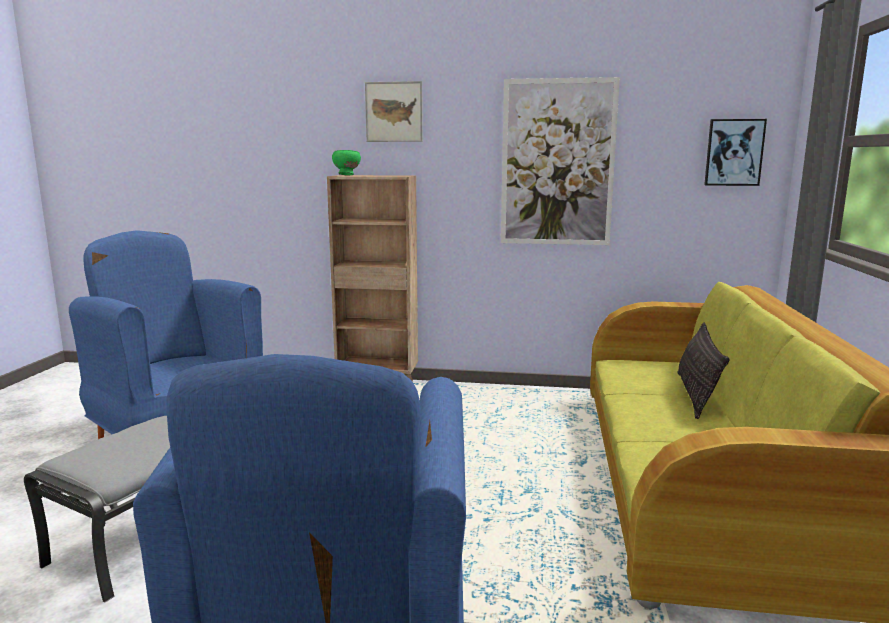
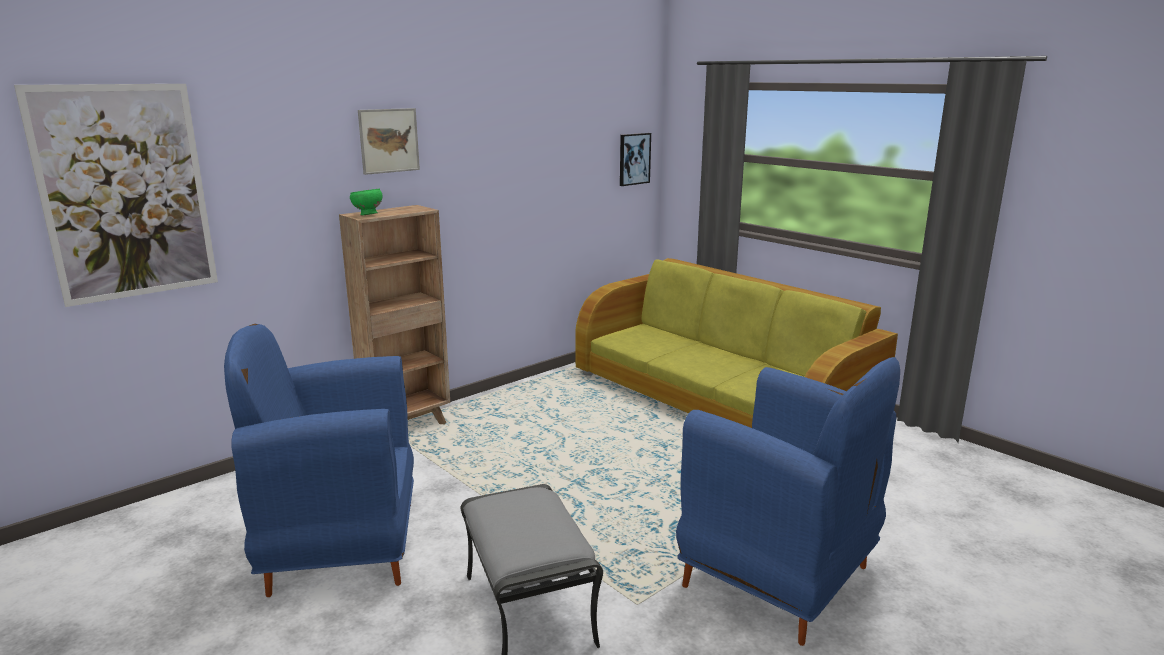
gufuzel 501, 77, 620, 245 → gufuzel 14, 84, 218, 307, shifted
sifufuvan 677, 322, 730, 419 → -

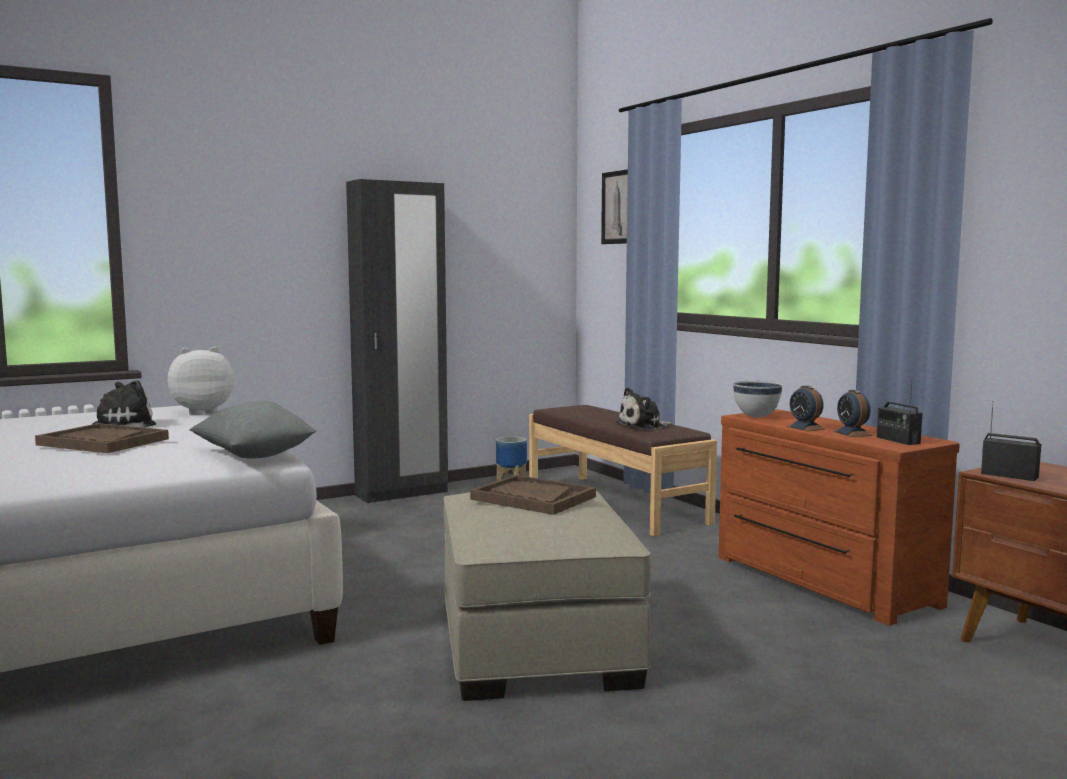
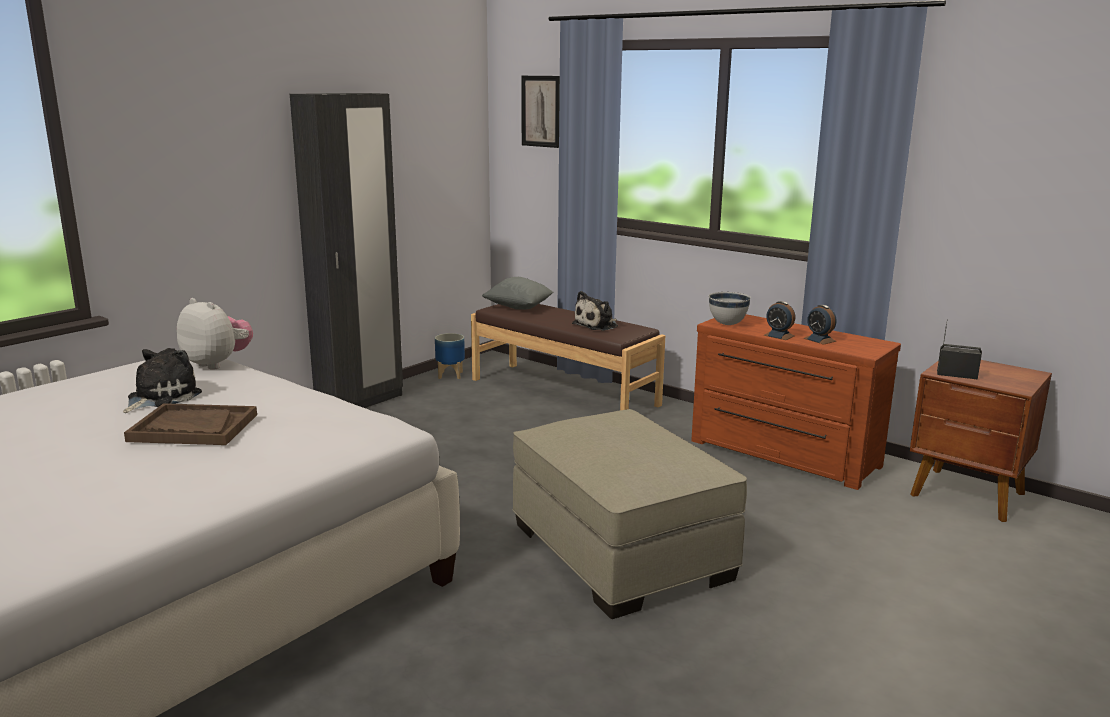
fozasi 168, 347, 234, 415 → fozasi 177, 298, 253, 370, 75 degrees clockwise
sifufuvan (grey) 190, 401, 316, 459 → sifufuvan (grey) 482, 277, 553, 310, shifted
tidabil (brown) 470, 475, 596, 515 → -
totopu 877, 379, 922, 445 → -

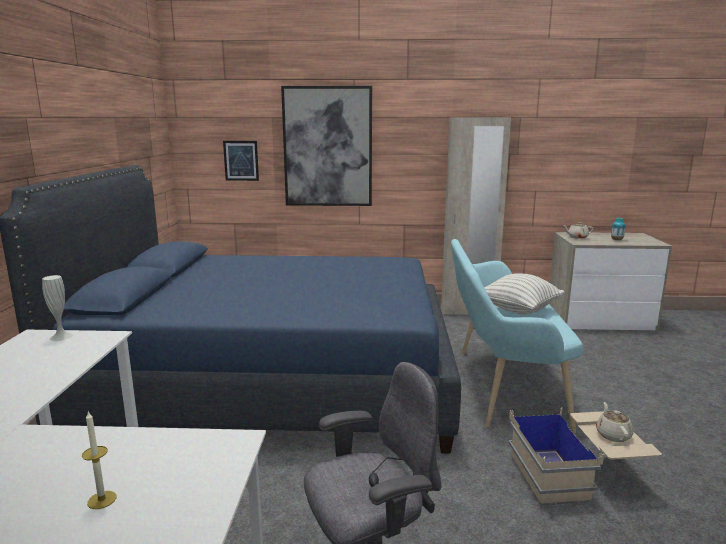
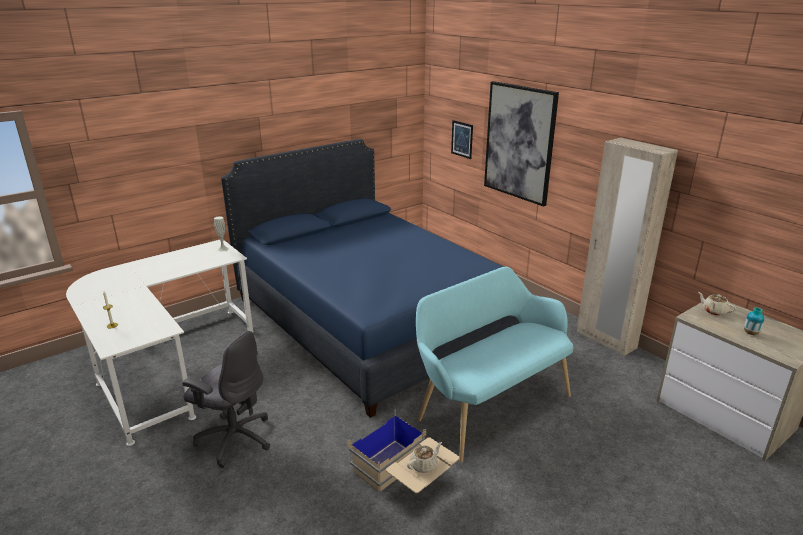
sifufuvan 484, 273, 564, 314 → -

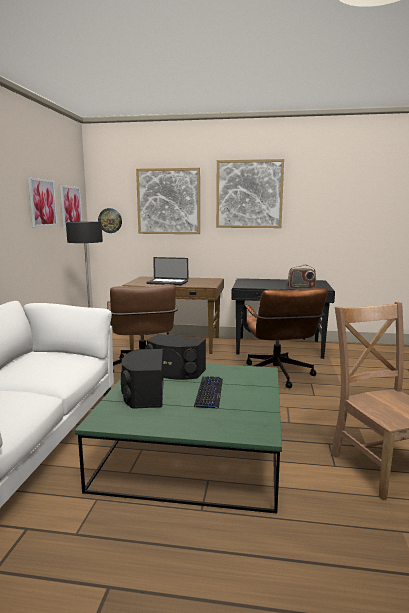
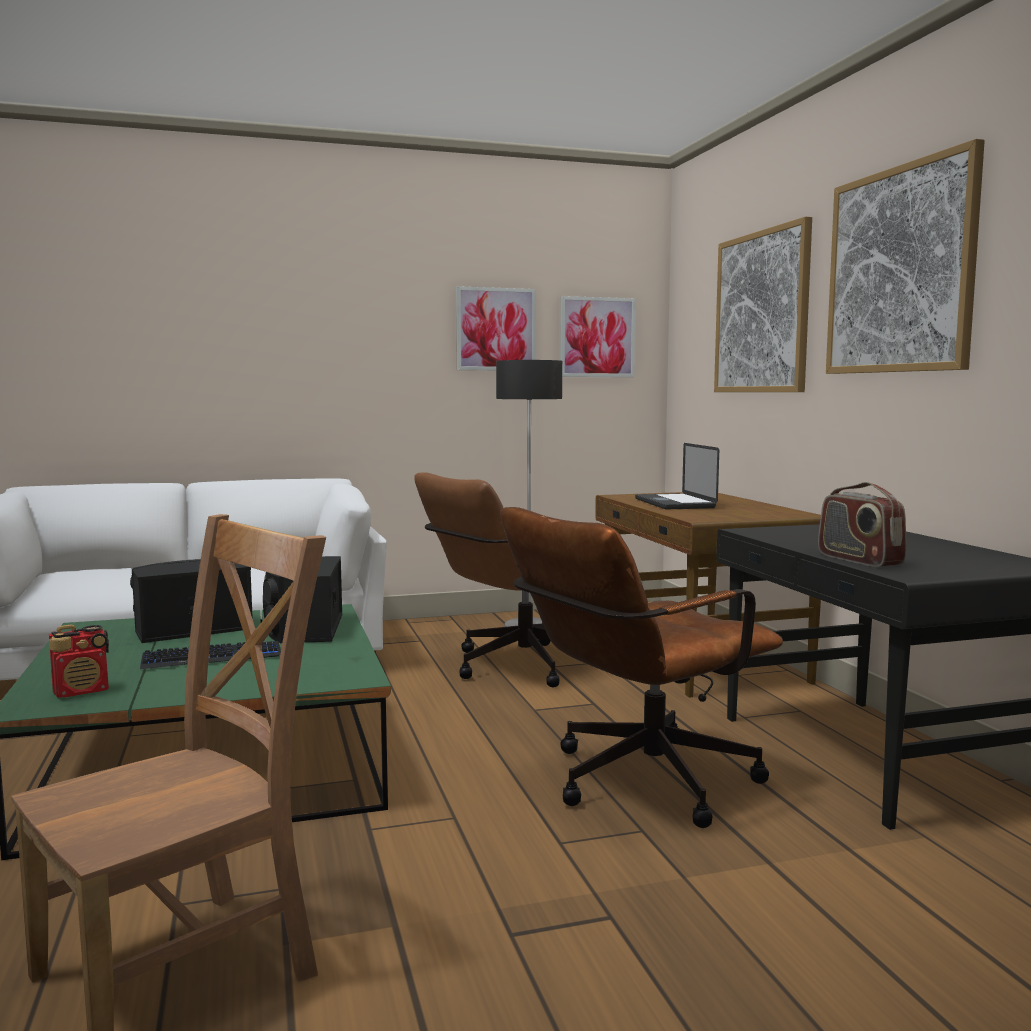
- → totopu 49, 624, 109, 698
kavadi 98, 208, 122, 233 → -

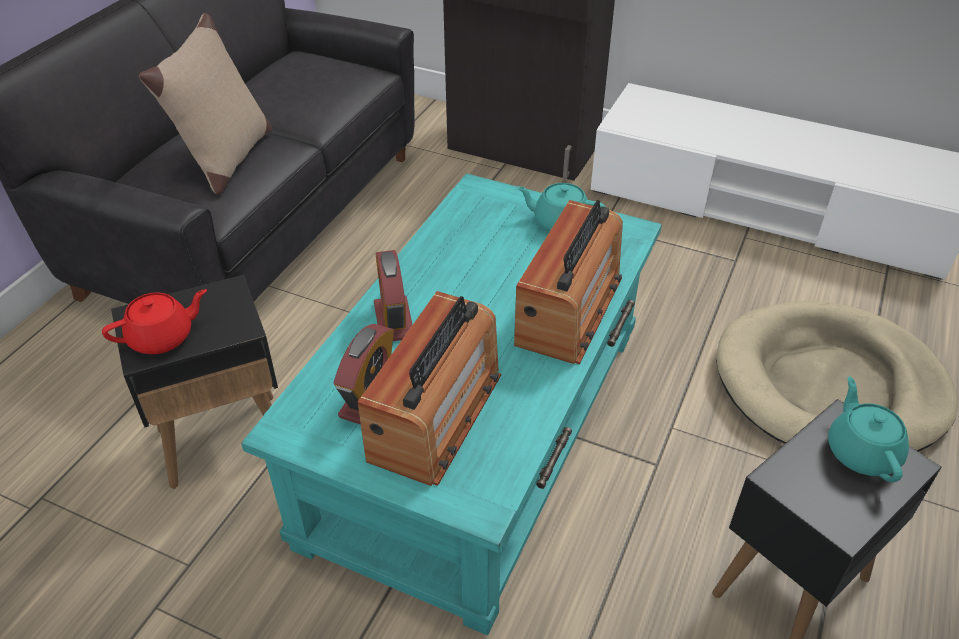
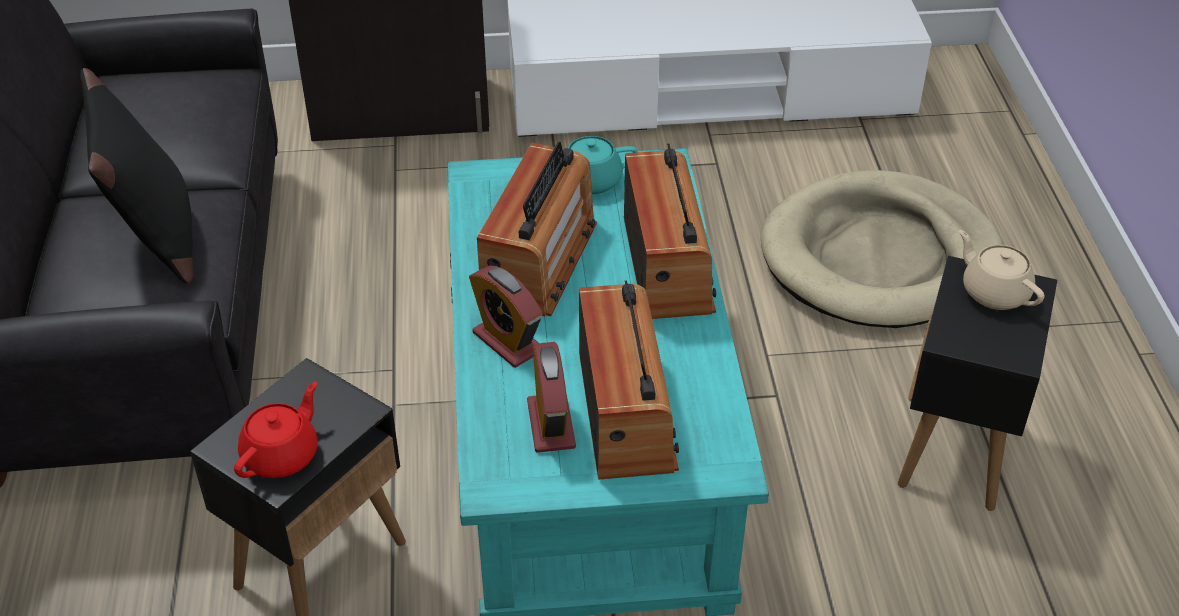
sifufuvan (beige) 139, 13, 272, 195 → sifufuvan (black) 80, 68, 193, 283
- → totopu 477, 142, 597, 316
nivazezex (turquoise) 828, 376, 909, 482 → nivazezex (beige) 959, 230, 1044, 310

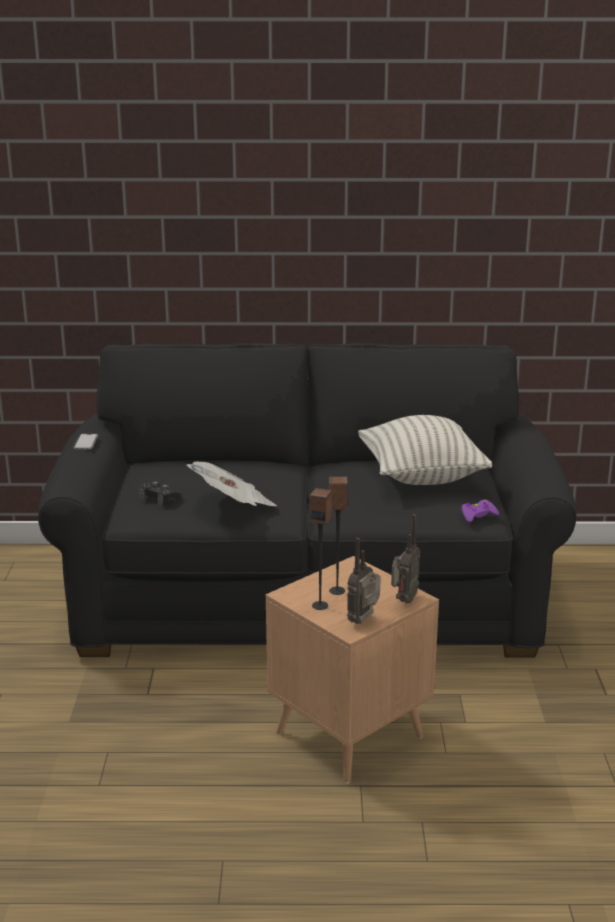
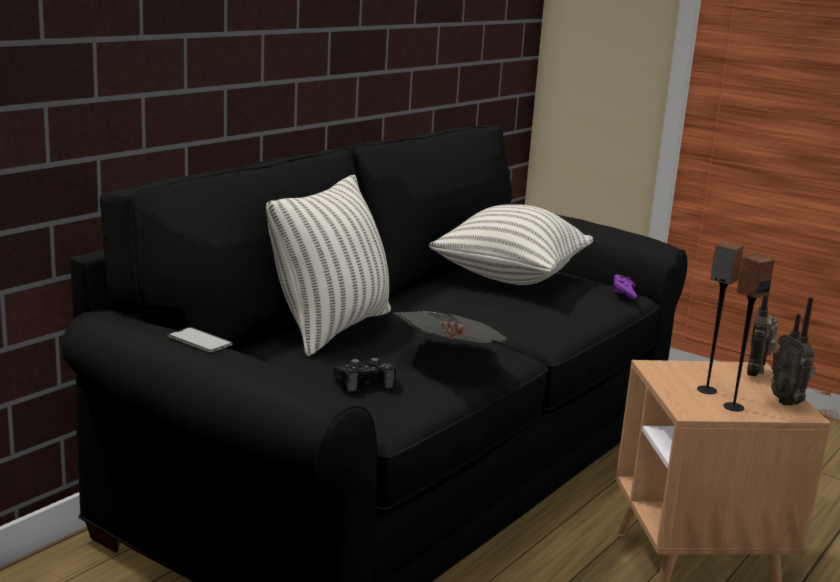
- → sifufuvan 266, 175, 391, 356
totopu 391, 514, 420, 603 → totopu 747, 290, 778, 376, 135 degrees counterclockwise

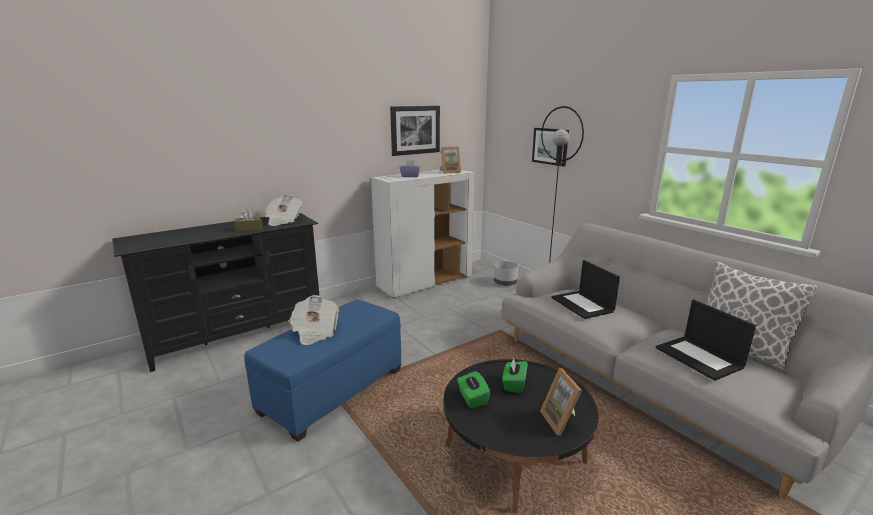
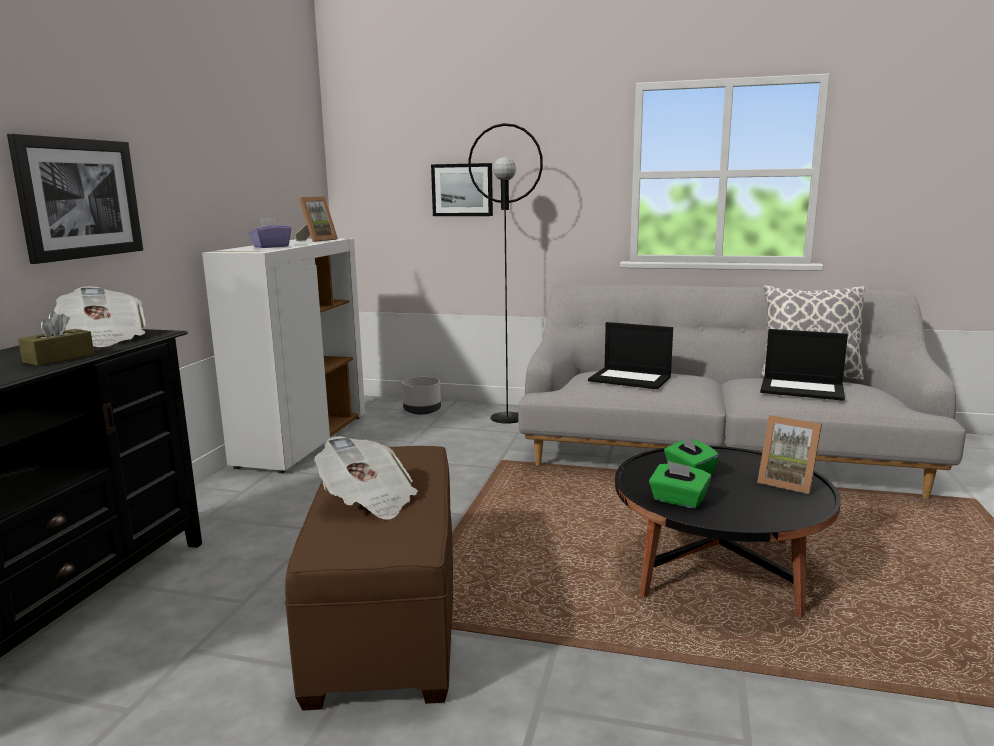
gufuzel 390, 106, 440, 156 → gufuzel 7, 134, 143, 264, shifted
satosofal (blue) 244, 300, 401, 442 → satosofal (brown) 285, 446, 453, 711

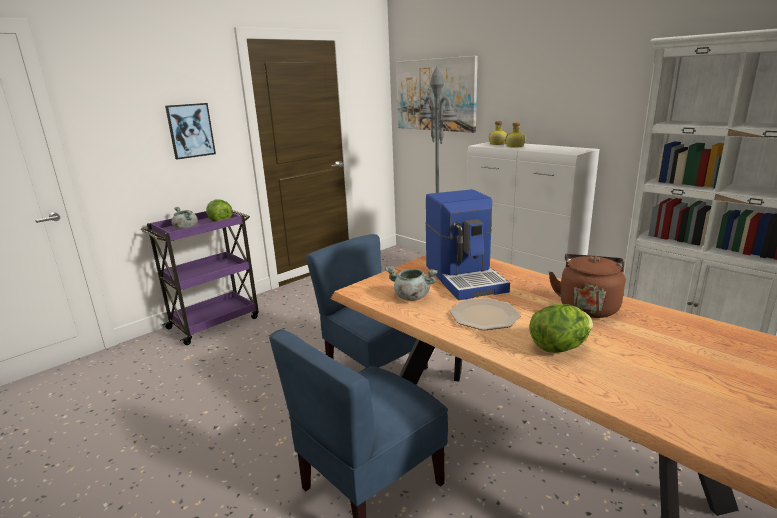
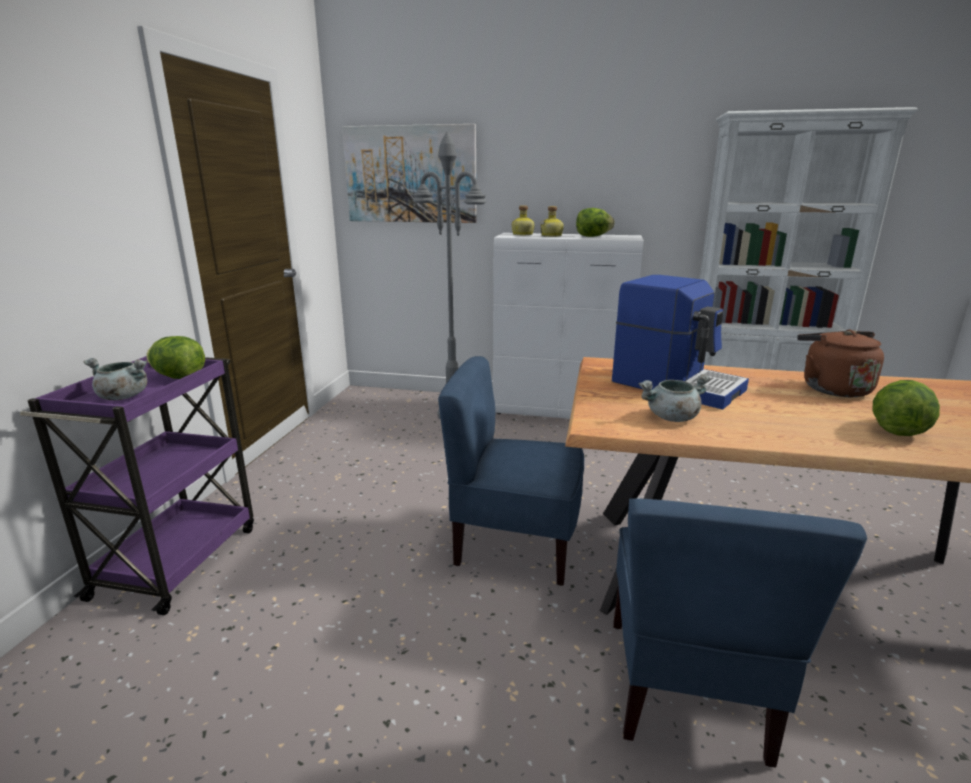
- → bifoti 576, 208, 615, 237
gufuzel 165, 103, 216, 159 → -
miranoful 450, 298, 520, 330 → -

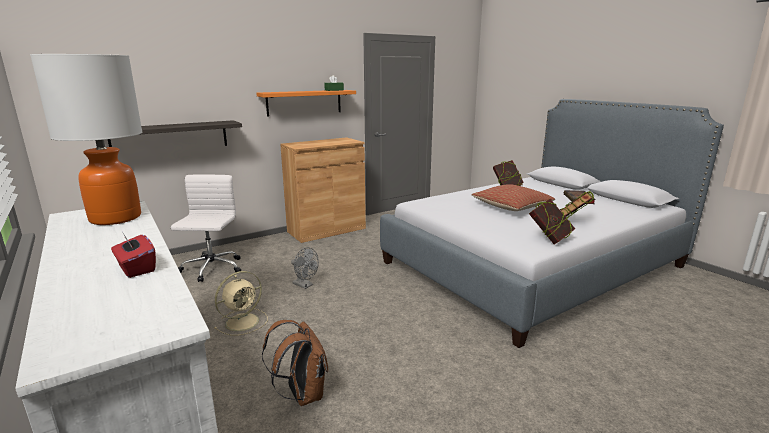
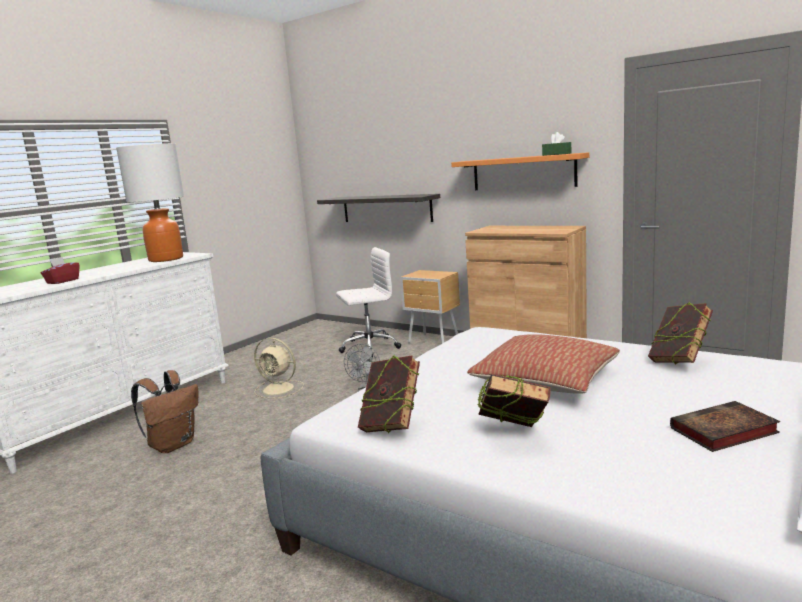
- → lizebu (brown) 400, 270, 460, 344

